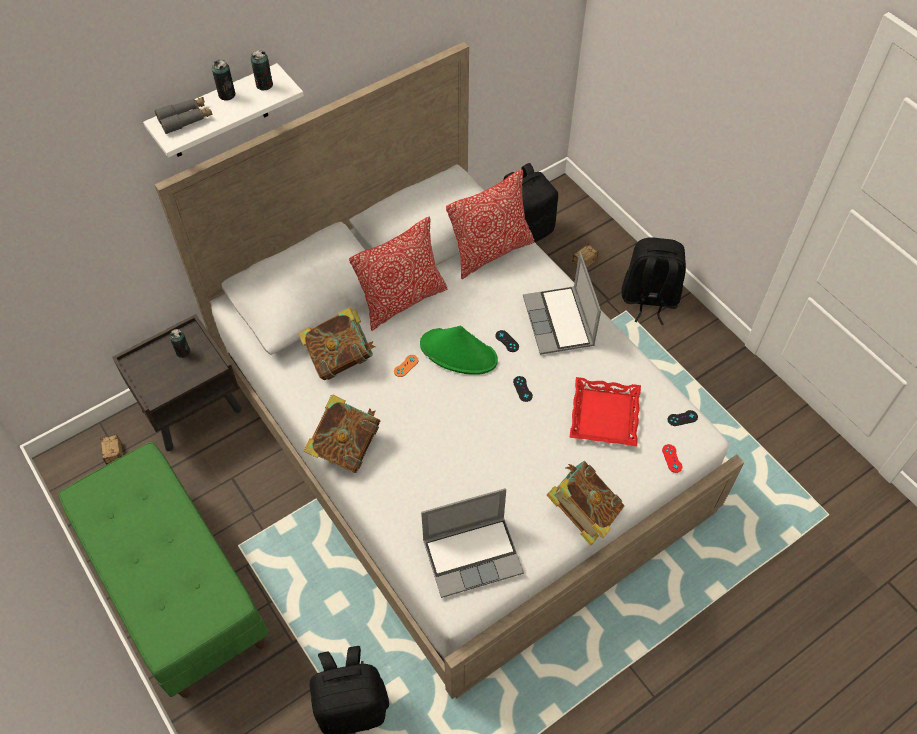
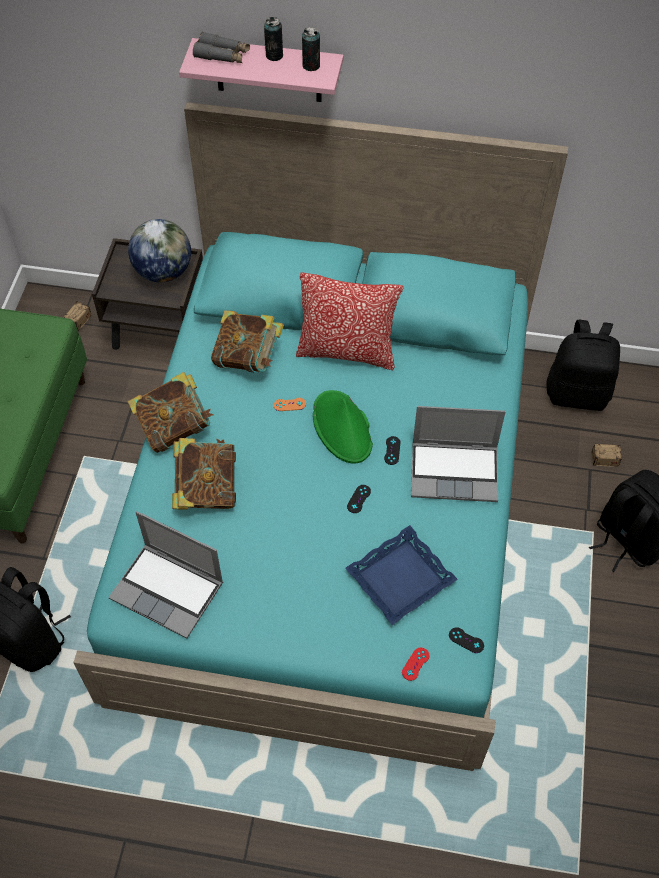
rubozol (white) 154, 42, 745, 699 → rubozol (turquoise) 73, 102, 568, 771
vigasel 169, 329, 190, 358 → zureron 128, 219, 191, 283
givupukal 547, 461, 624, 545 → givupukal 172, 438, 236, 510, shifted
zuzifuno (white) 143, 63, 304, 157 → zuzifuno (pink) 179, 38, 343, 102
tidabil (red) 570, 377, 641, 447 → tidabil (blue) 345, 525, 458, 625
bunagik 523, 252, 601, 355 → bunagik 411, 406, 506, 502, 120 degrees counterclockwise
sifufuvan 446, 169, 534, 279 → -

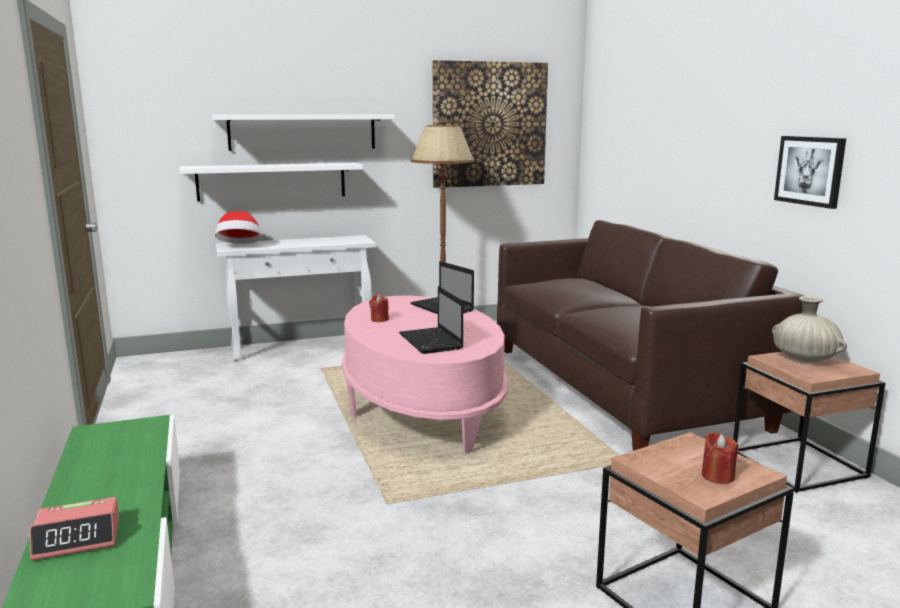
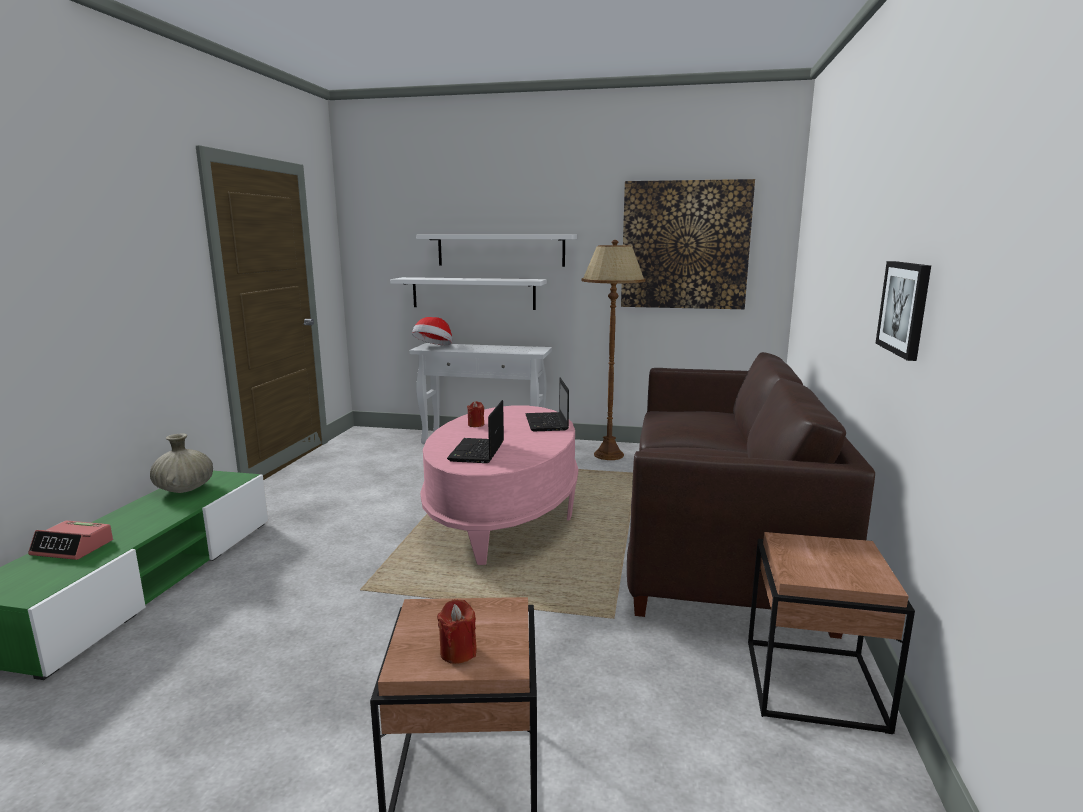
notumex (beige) 772, 296, 847, 362 → notumex (beige) 150, 433, 213, 493, shifted

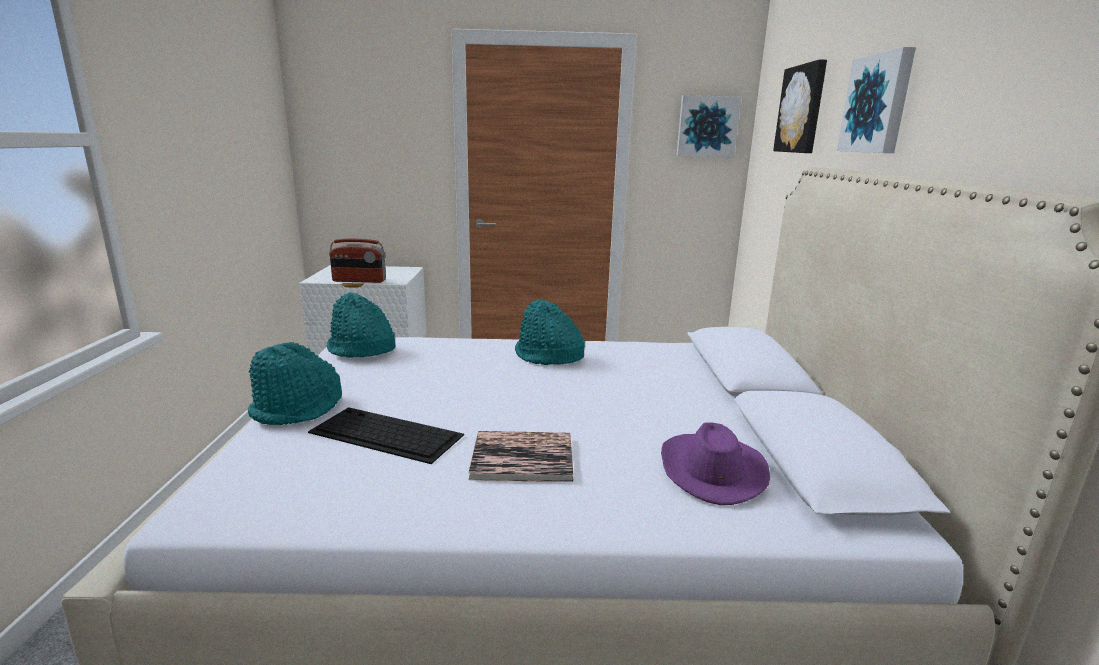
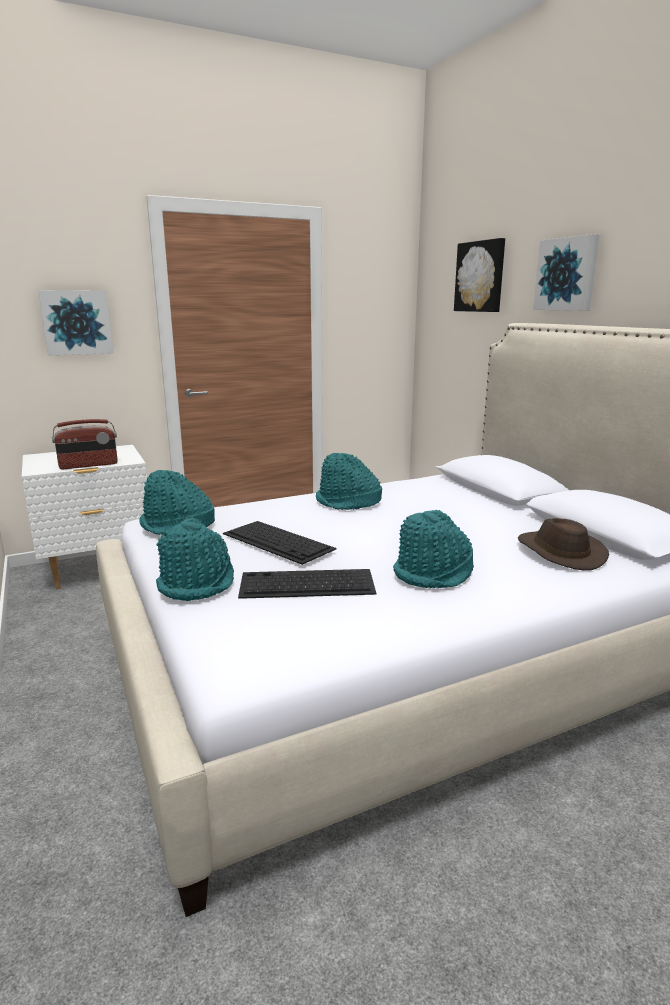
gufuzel 676, 95, 741, 157 → gufuzel 38, 290, 113, 356, shifted
- → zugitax 223, 521, 337, 565
givupukal 468, 431, 574, 482 → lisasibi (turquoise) 393, 510, 474, 588
lisasibi (purple) 661, 422, 770, 505 → lisasibi (brown) 518, 518, 609, 570

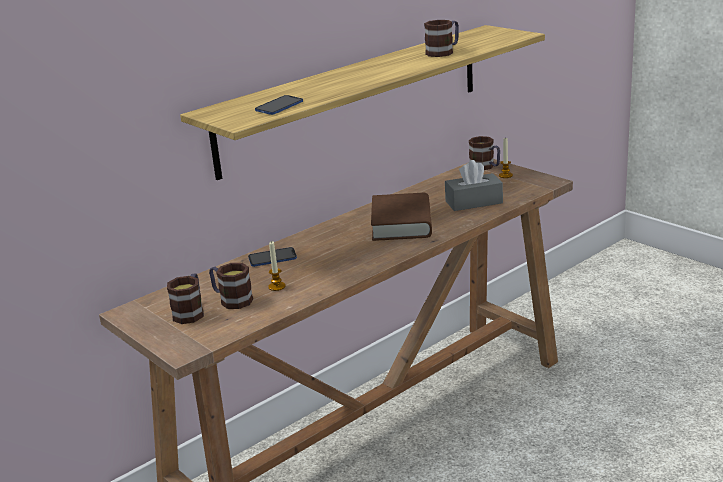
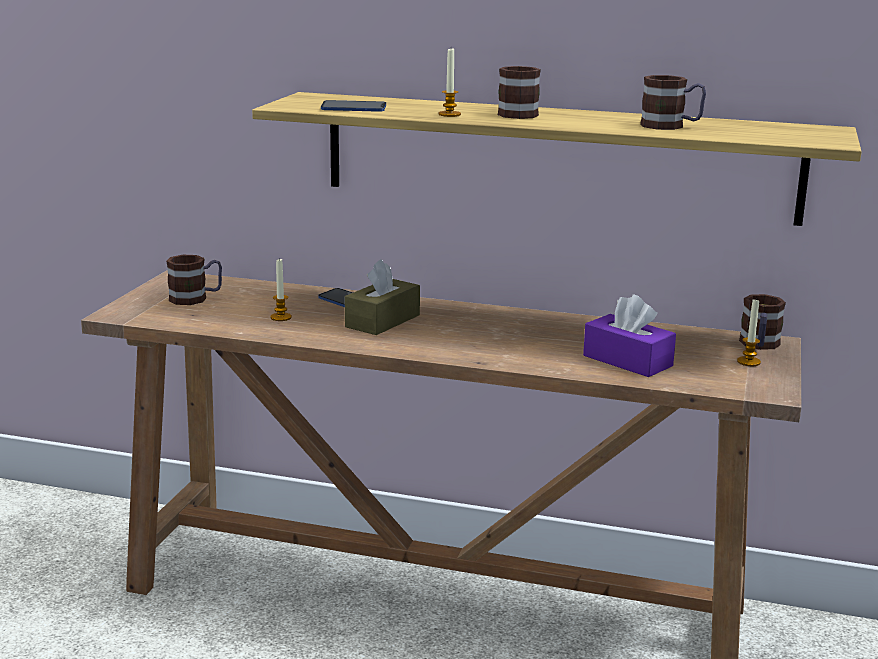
- → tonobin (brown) 345, 259, 420, 335
- → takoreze 439, 49, 461, 117
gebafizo 209, 263, 253, 309 → gebafizo 498, 66, 541, 119, shifted
tonobin (grey) 445, 160, 503, 211 → tonobin (purple) 583, 295, 676, 377
givupukal (brown) 371, 193, 432, 241 → -

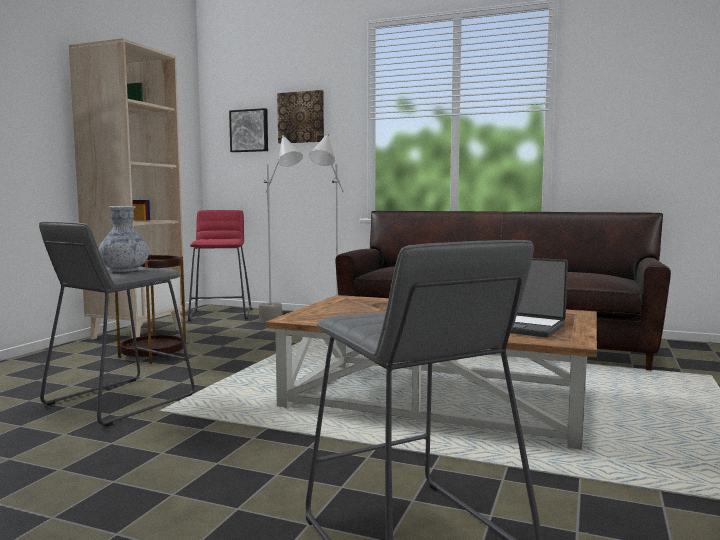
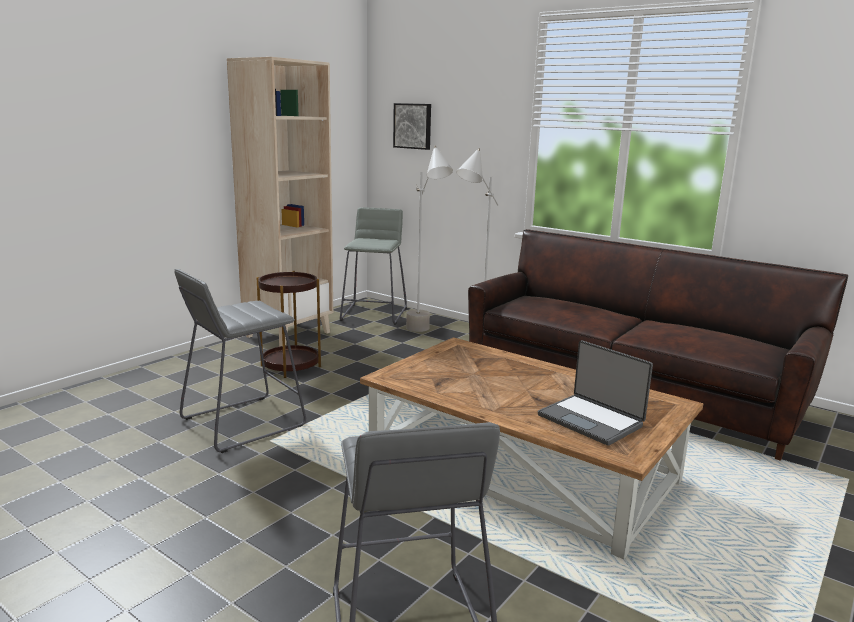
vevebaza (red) 188, 210, 252, 321 → vevebaza (grey) 340, 208, 407, 325
notumex 99, 206, 149, 272 → -
gufuzel 277, 90, 324, 143 → -

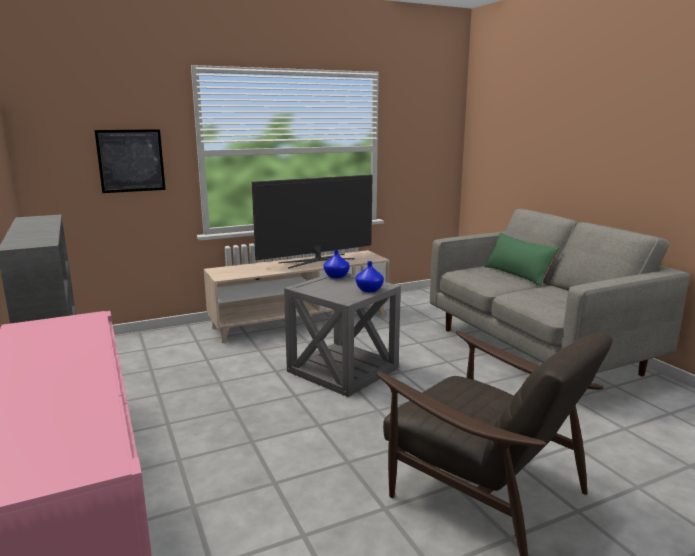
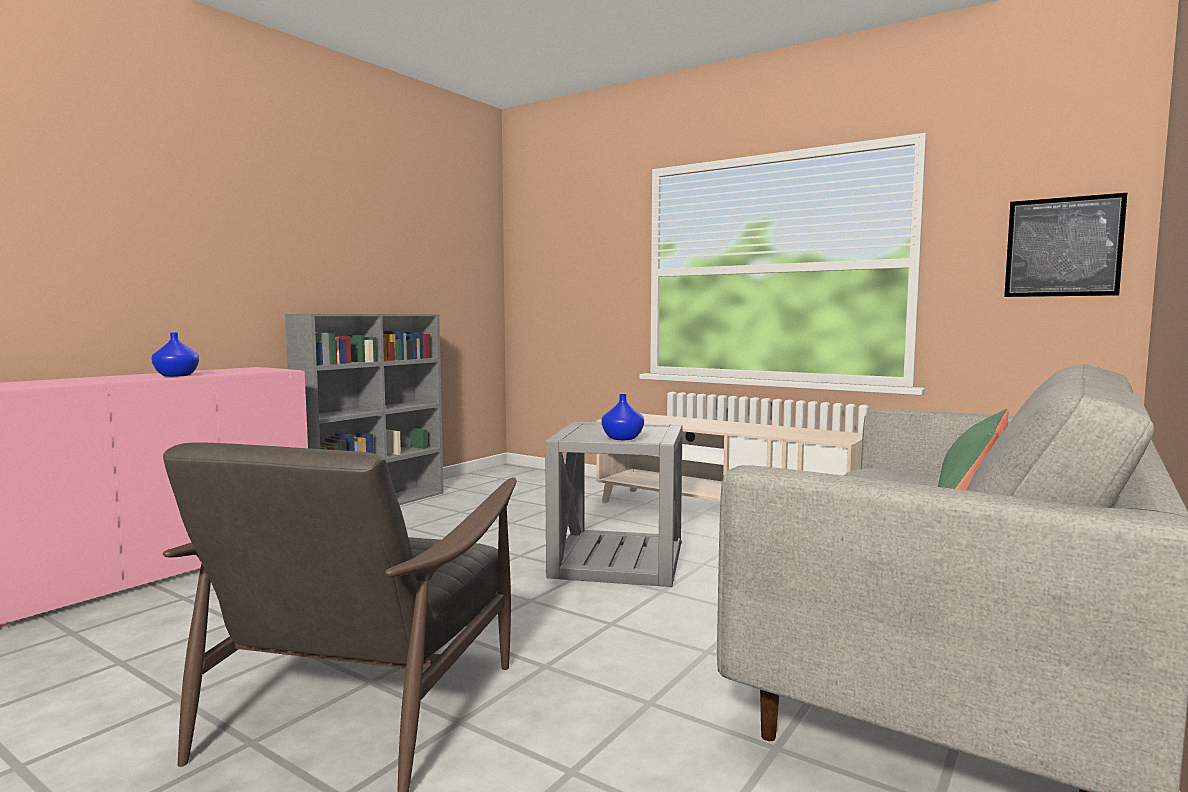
notumex (blue) 324, 250, 350, 278 → notumex (blue) 151, 333, 199, 377, shifted
gufuzel 95, 129, 166, 193 → gufuzel 1004, 193, 1127, 297, shifted
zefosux 252, 174, 372, 269 → -

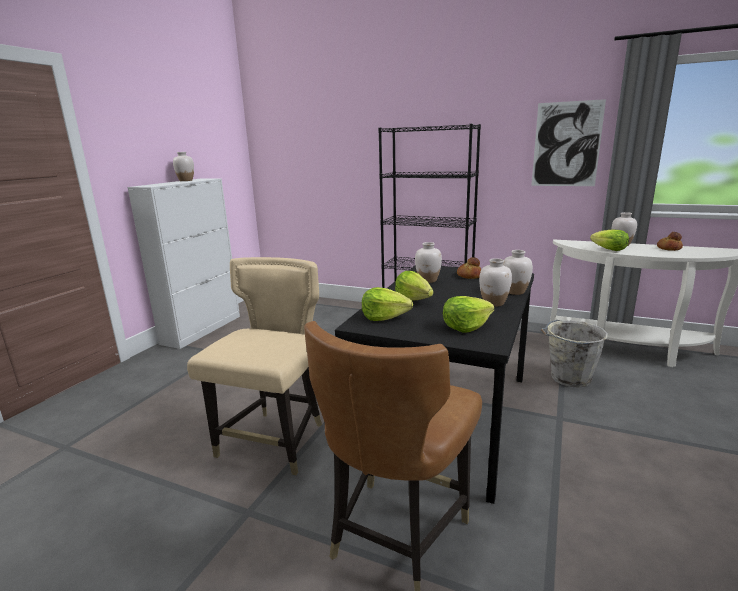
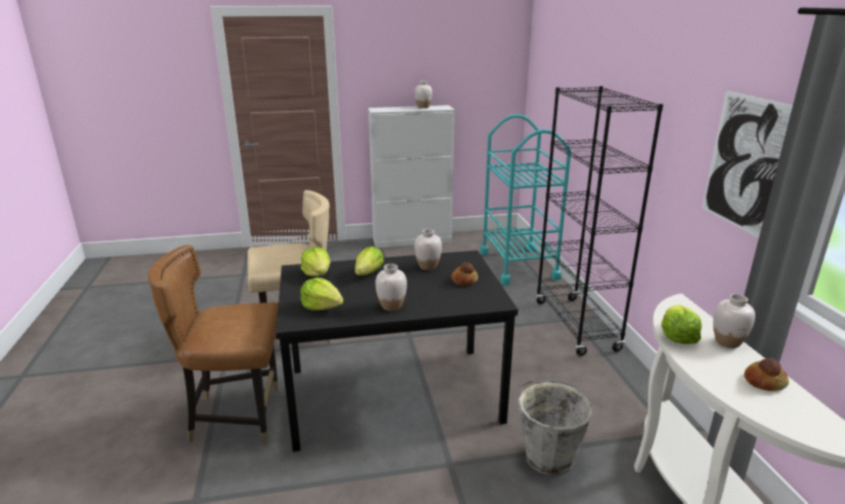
- → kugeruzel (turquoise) 480, 114, 571, 285
notumex (white) 503, 250, 533, 295 → -

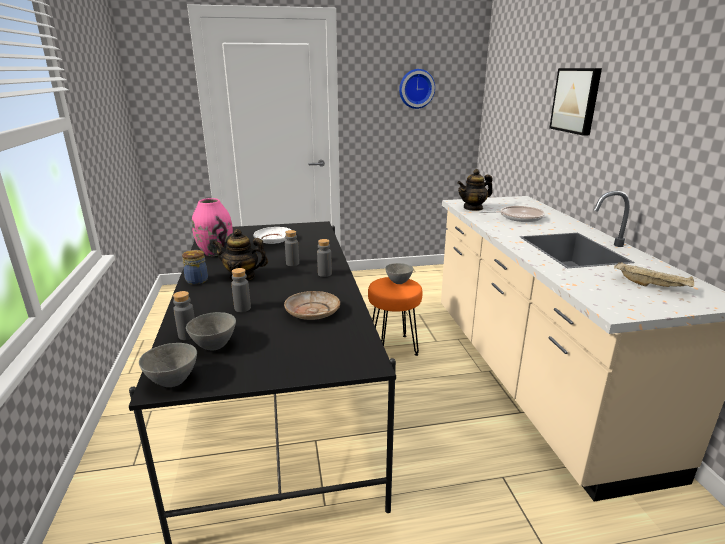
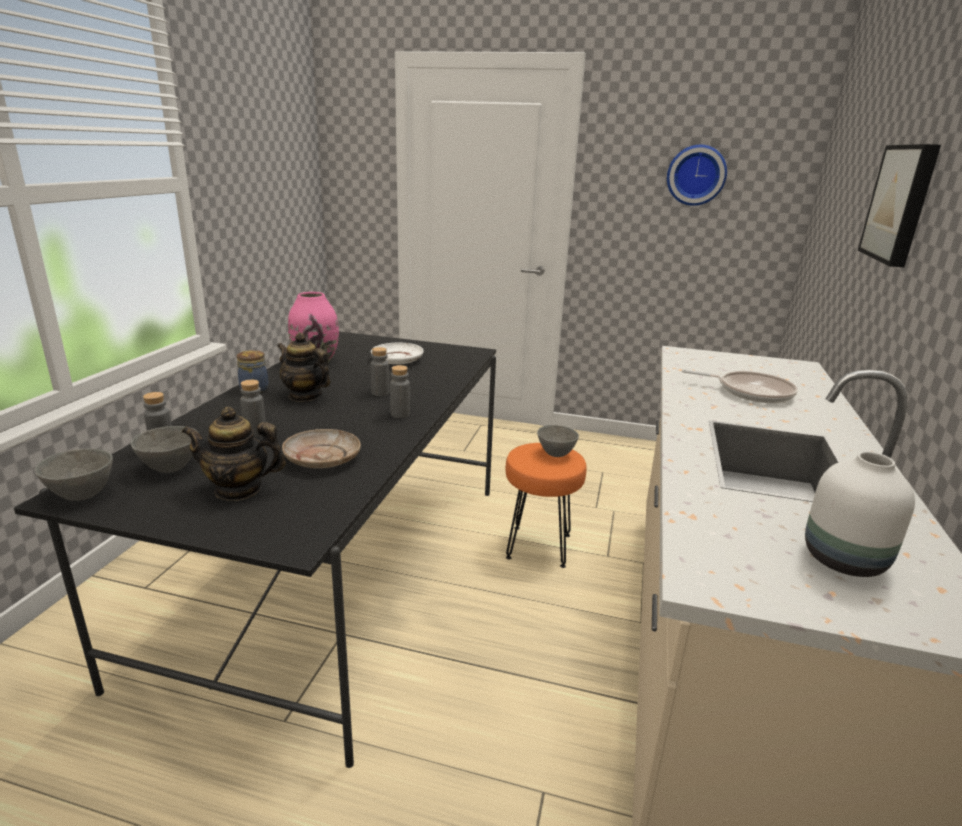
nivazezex 457, 169, 493, 211 → nivazezex 182, 407, 286, 501, shifted
tidabil (beige) 614, 262, 694, 287 → notumex (white) 805, 452, 915, 577

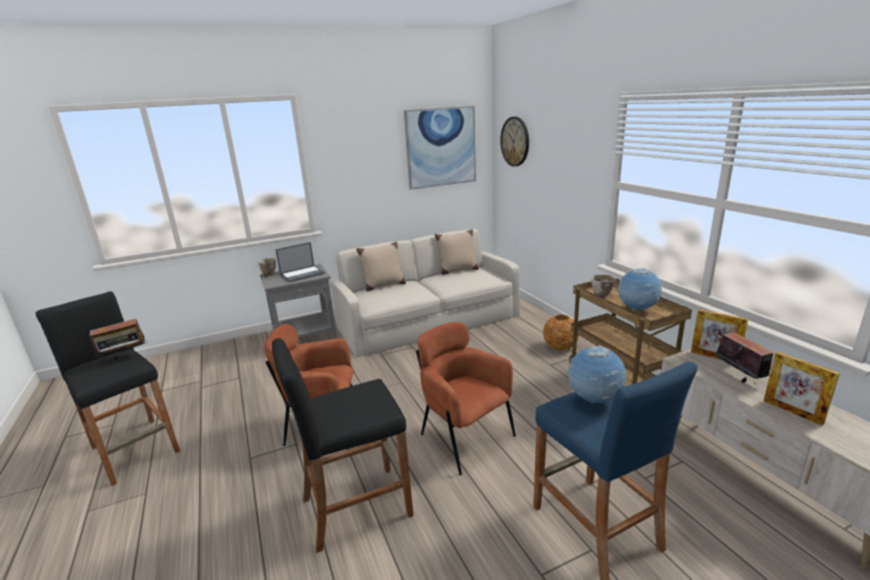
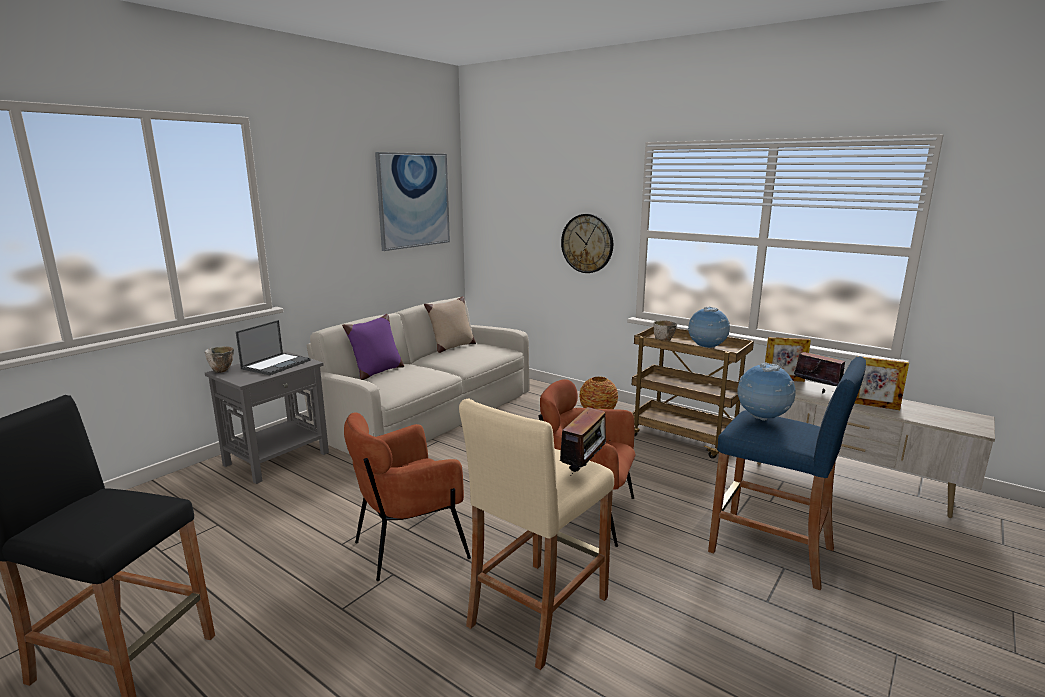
sifufuvan (beige) 356, 241, 406, 291 → sifufuvan (purple) 342, 314, 404, 380
vevebaza (black) 272, 338, 413, 553 → vevebaza (beige) 459, 398, 614, 670
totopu 90, 319, 147, 360 → totopu 560, 407, 610, 476, shifted
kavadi 500, 117, 529, 167 → kavadi 561, 214, 613, 273, shifted

